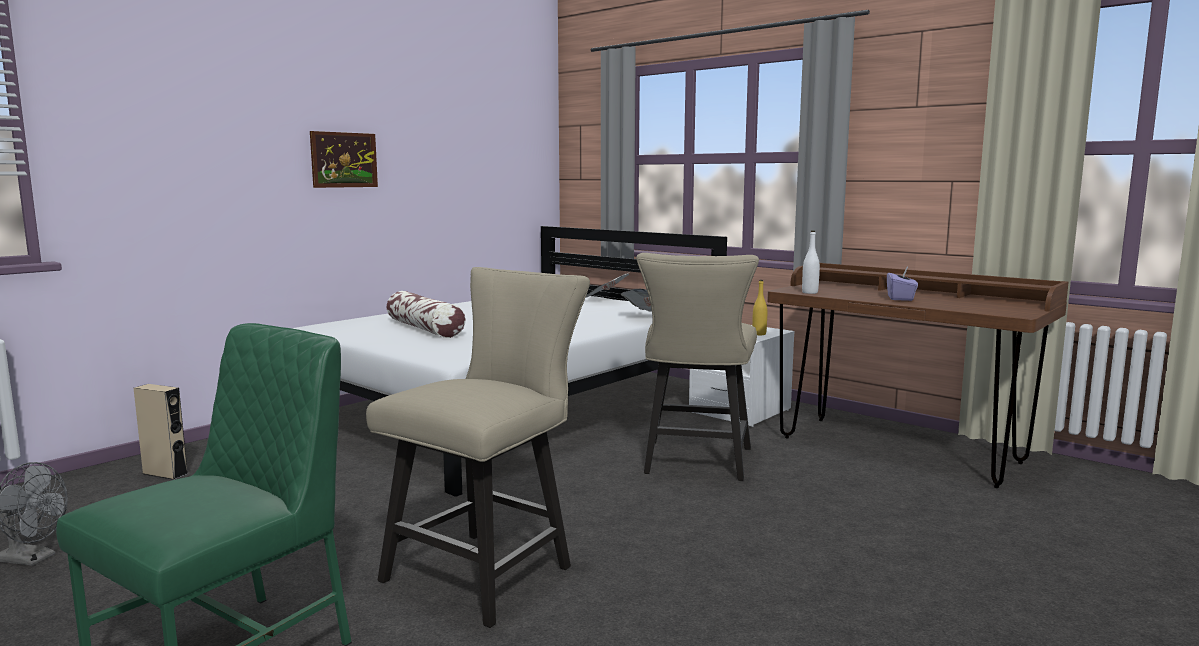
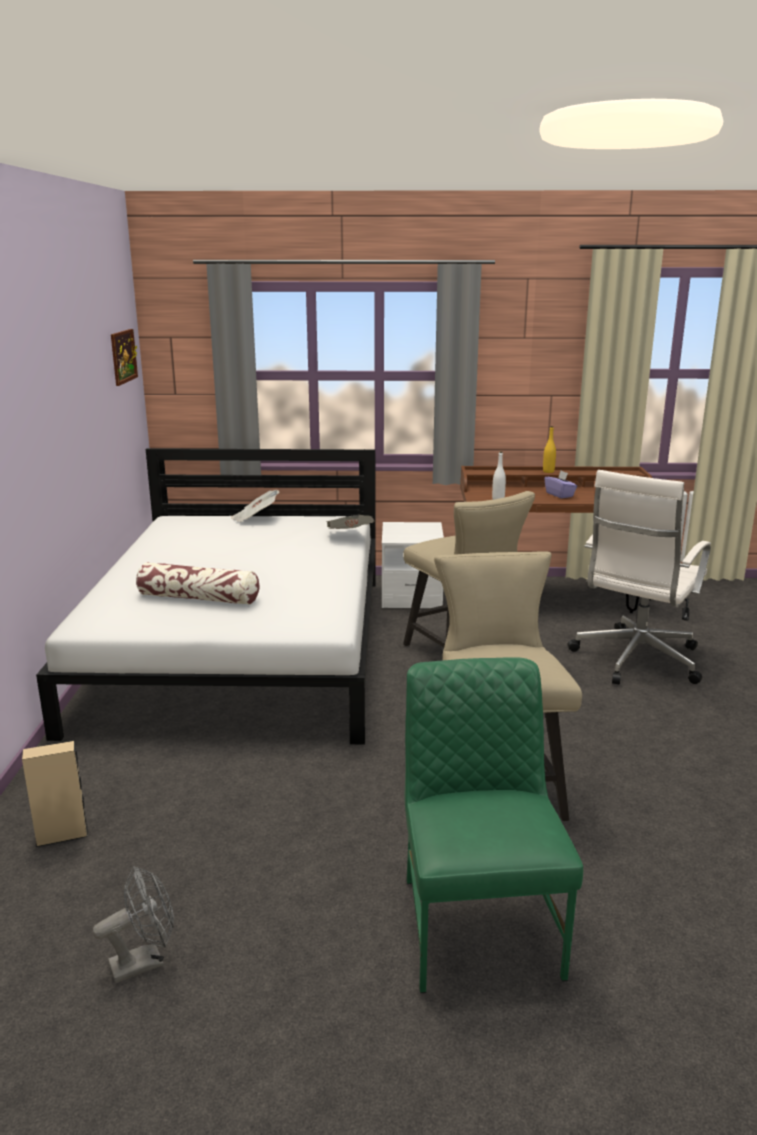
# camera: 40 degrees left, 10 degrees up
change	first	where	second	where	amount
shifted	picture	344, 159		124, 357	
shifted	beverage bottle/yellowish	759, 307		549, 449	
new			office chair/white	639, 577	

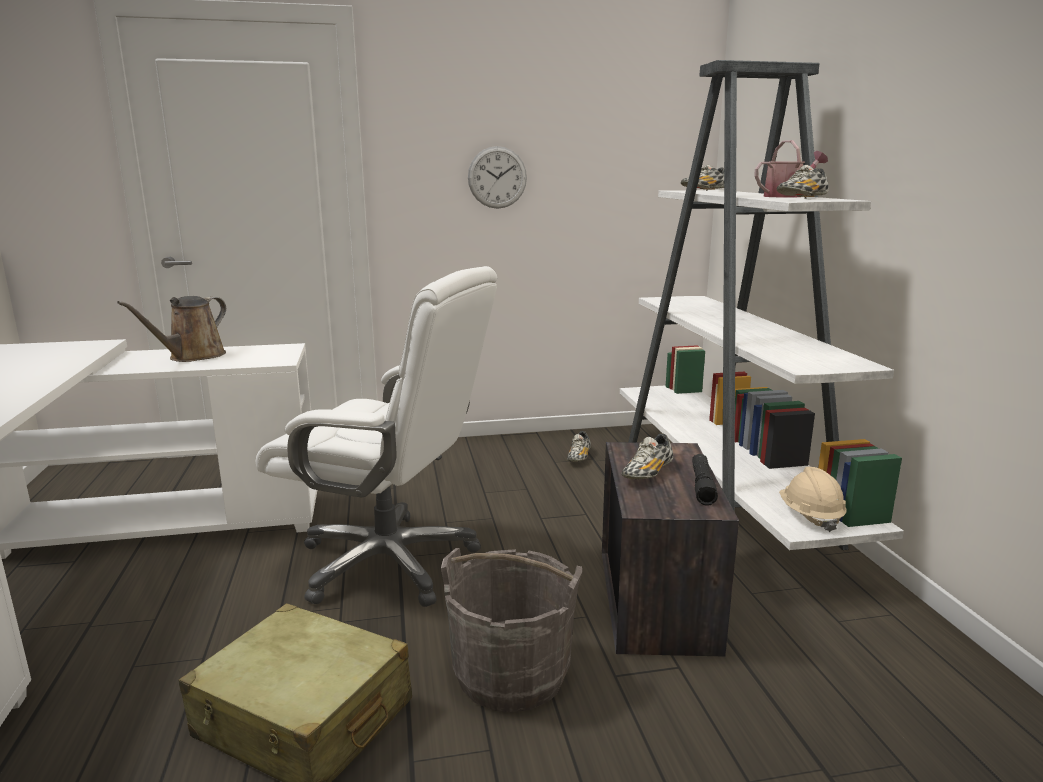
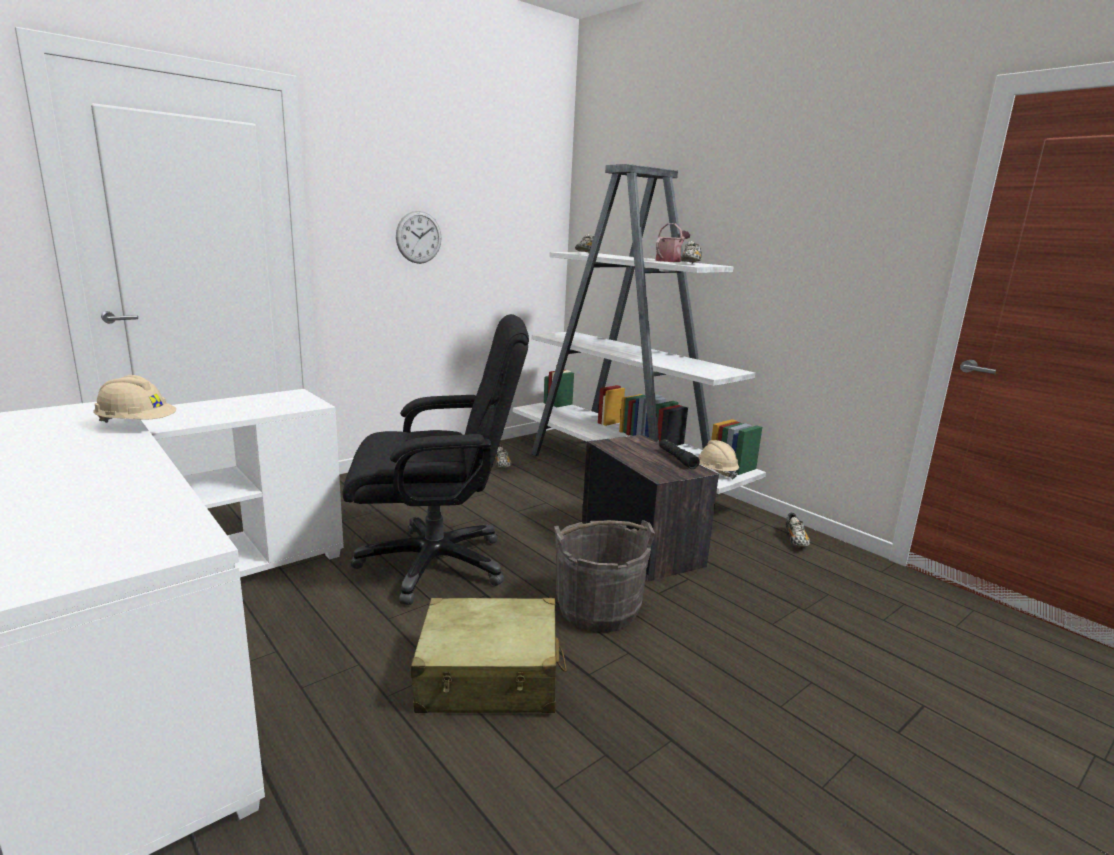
# camera: 30 degrees left, 0 degrees up
change	first	where	second	where	amount
new			hard hat/beige-coloured	135, 399	
repainted	office chair/white	376, 436	office chair/black	436, 459	
shifted	item of footwear	647, 456		797, 530	
gone	watering can/brown	171, 329			

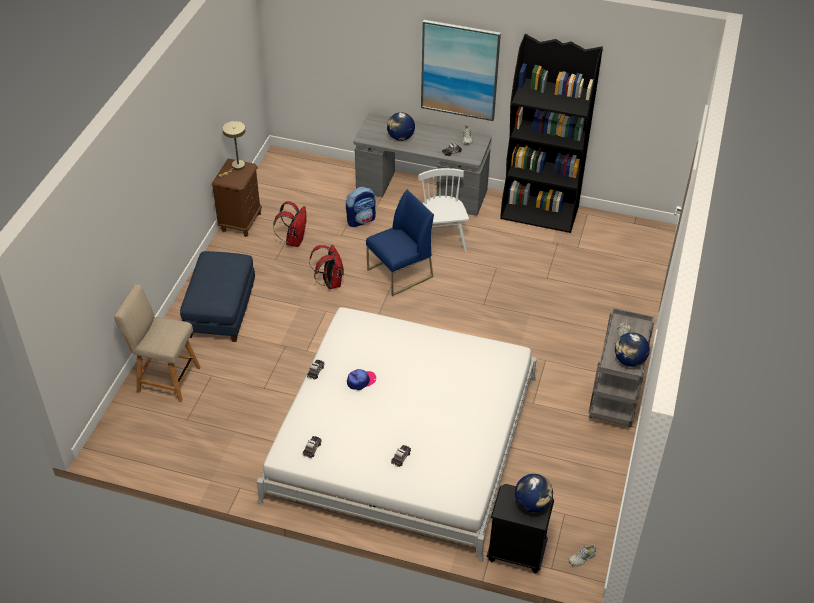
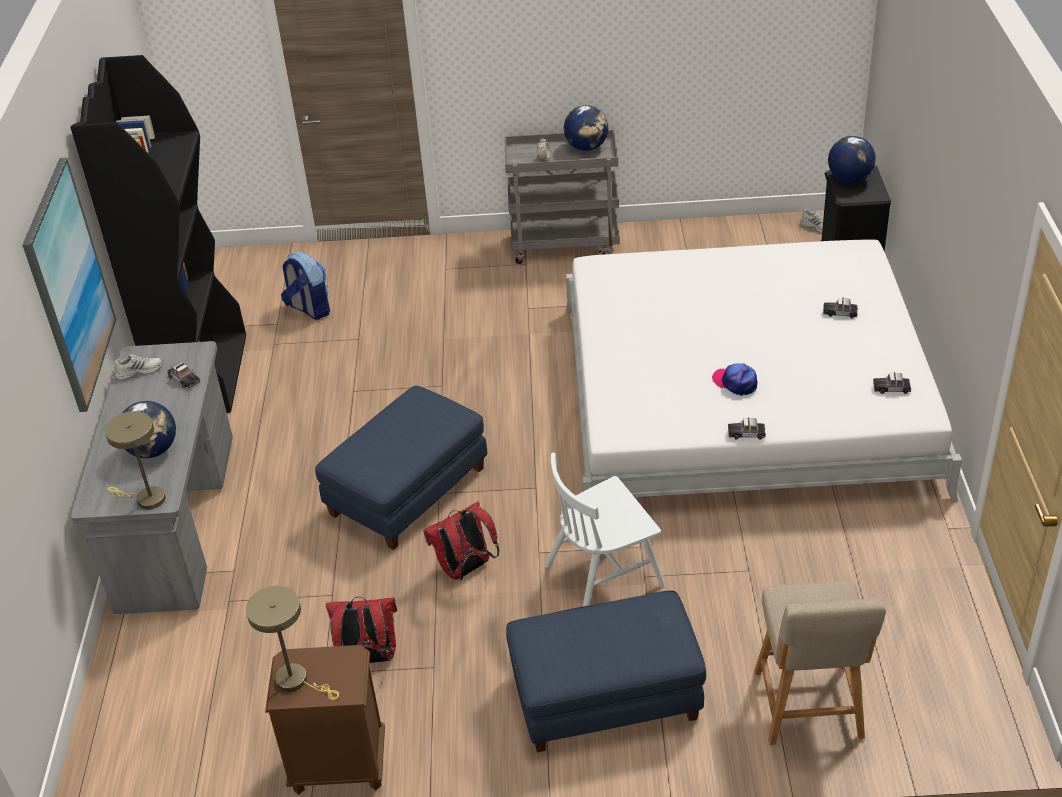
# camera: 105 degrees left, 5 degrees down
change	first	where	second	where	amount
new			table lamp/beige-coloured	135, 460	
shifted	knapsack	361, 206		305, 285	
swapped	plain chair/blue	400, 242	footrest/blue	401, 468	
shifted	plain chair/white	444, 210		605, 529	

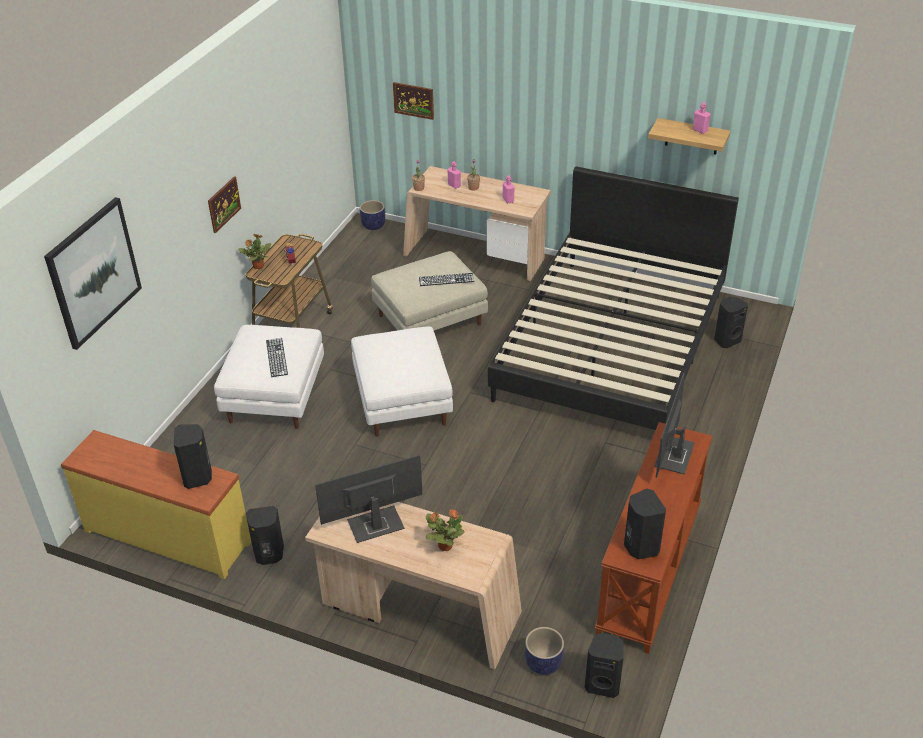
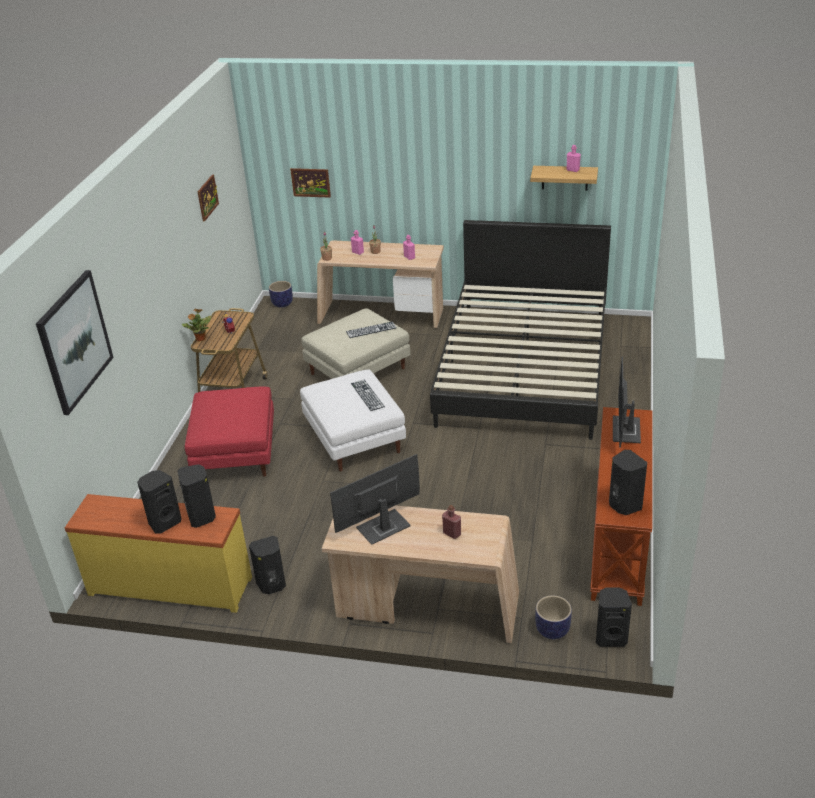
# camera: 10 degrees left, 5 degrees down
change	first	where	second	where	amount
shifted	speaker/black	731, 322		159, 502	
repainted	footrest/white	269, 377	footrest/reddish	229, 432	
shifted	picture	224, 204		208, 198	
shifted	PC keyboard	277, 357		368, 395	
swapped	plant in a pot	445, 530	beverage bottle/reddish	451, 522	

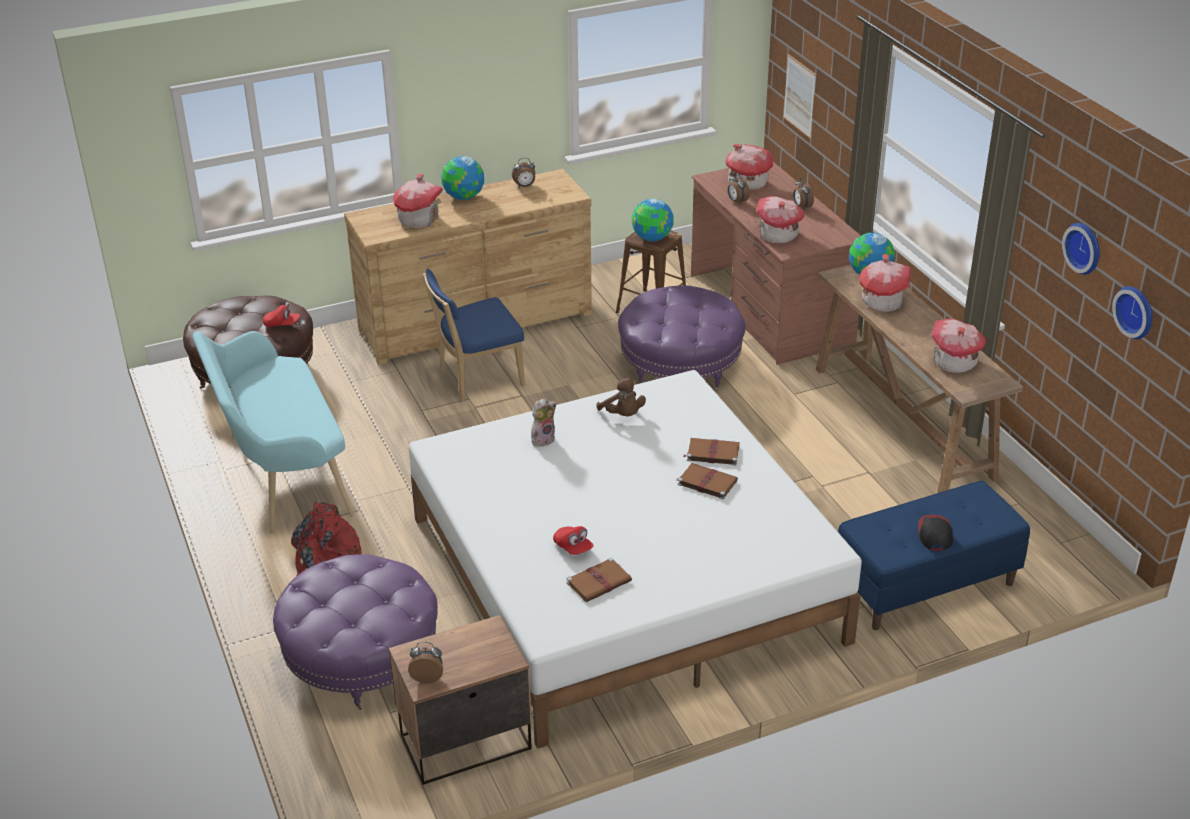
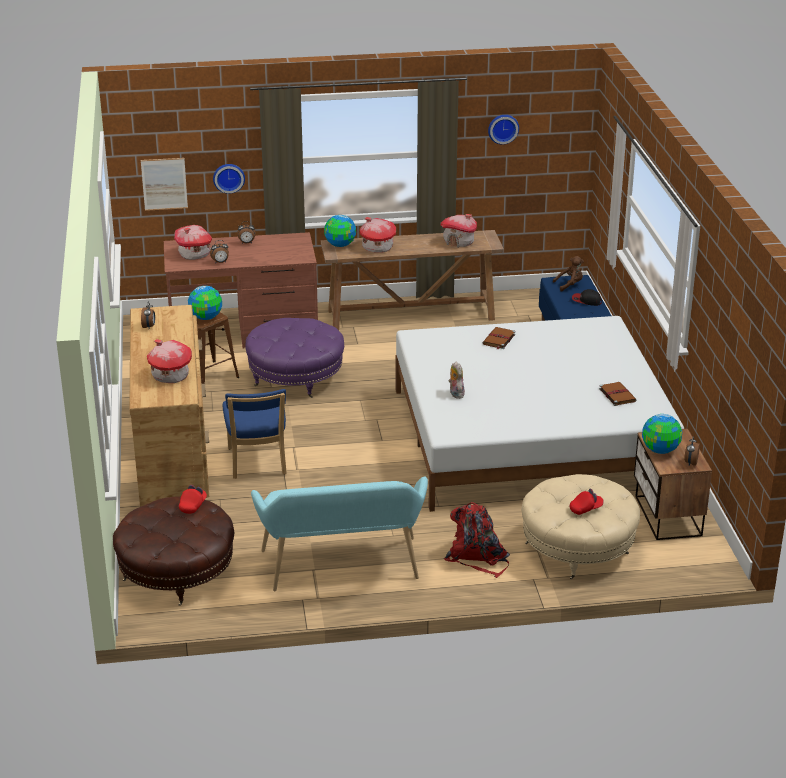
# camera: 75 degrees left, 5 degrees down
change	first	where	second	where	amount
shifted	clock on the wall	1132, 312		229, 179	
repainted	footrest/purple-coloured	355, 632	footrest/beige-coloured	580, 526	
shifted	plush toy/brown	621, 396		568, 274	
shifted	peaked cap/reddish	573, 540		587, 501	
shifted	world globe	462, 178		662, 434	
gone	book/brown	707, 481			
gone	toy house	780, 219			

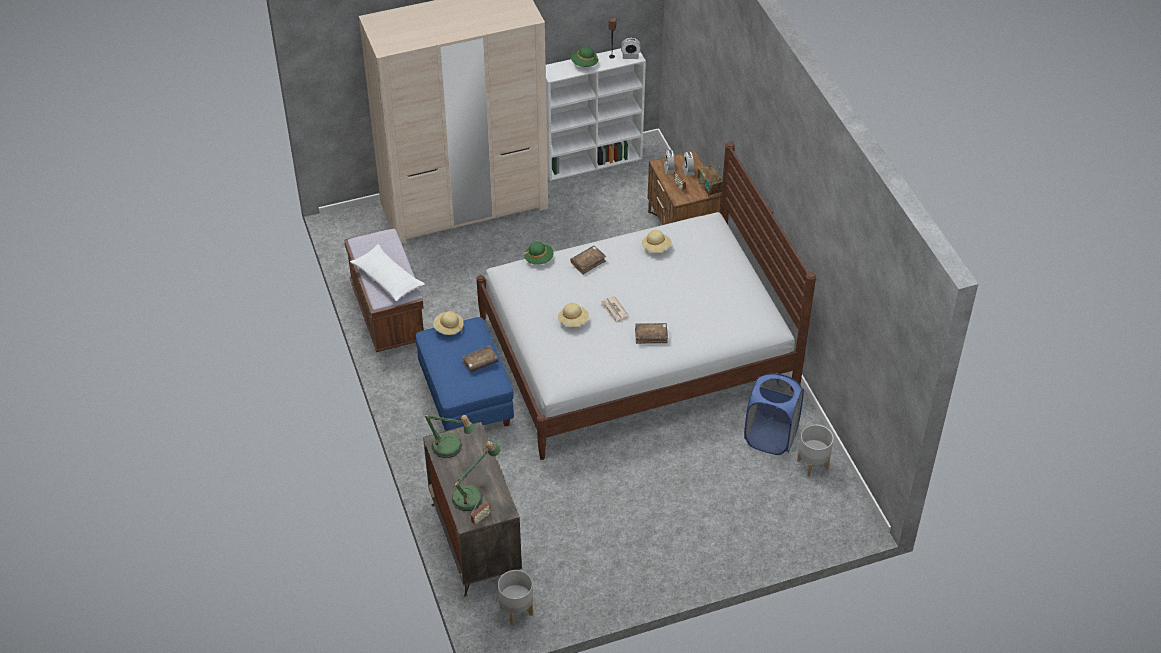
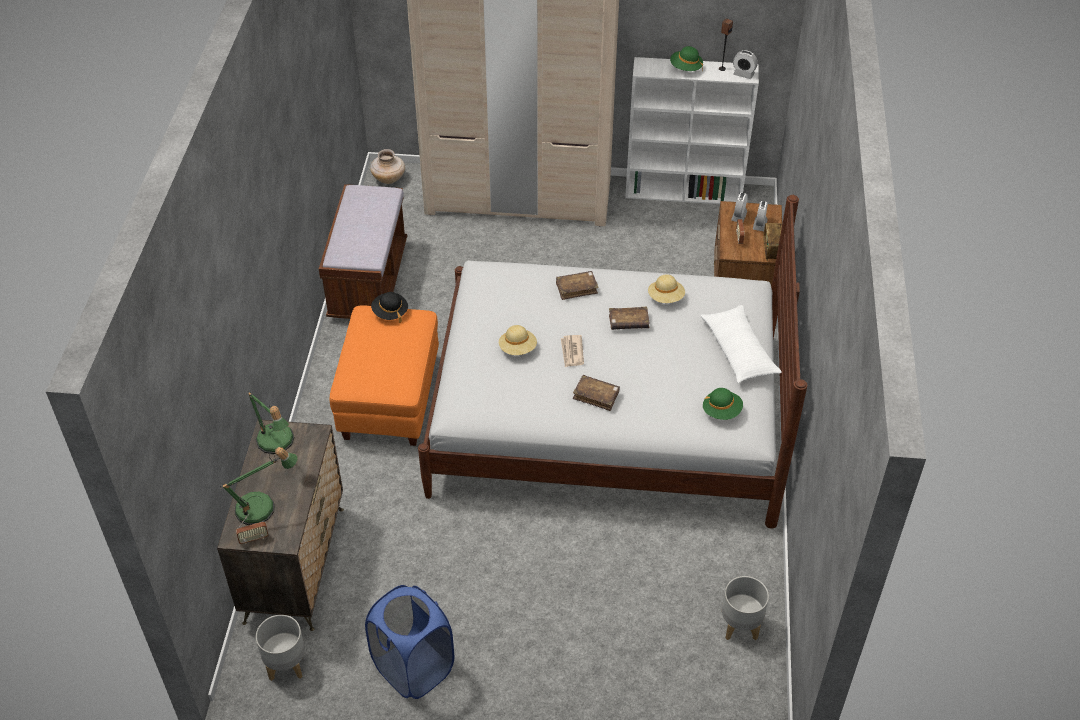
# camera: 25 degrees right, 0 degrees up
change	first	where	second	where	amount
repainted	footrest/blue	464, 374	footrest/orange	384, 375	
shifted	hamper/blue	774, 414		409, 642	
new			vase/beige-coloured	387, 166	
repainted	wearable hat/beige-coloured	448, 323	wearable hat/black	389, 307	
shifted	book/brown	480, 358		629, 318	
shifted	pillow/white	387, 273		740, 344	
shifted	wearable hat/green	539, 253		723, 404	

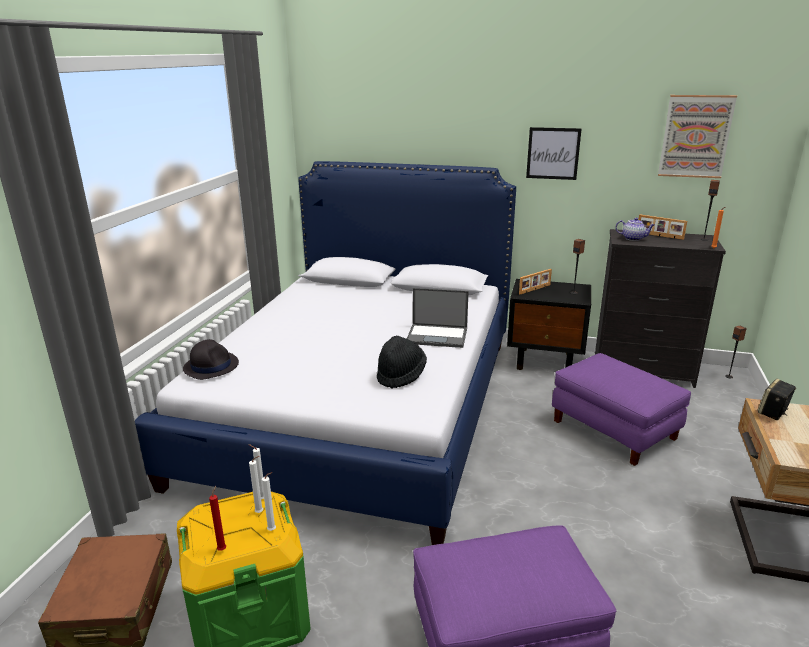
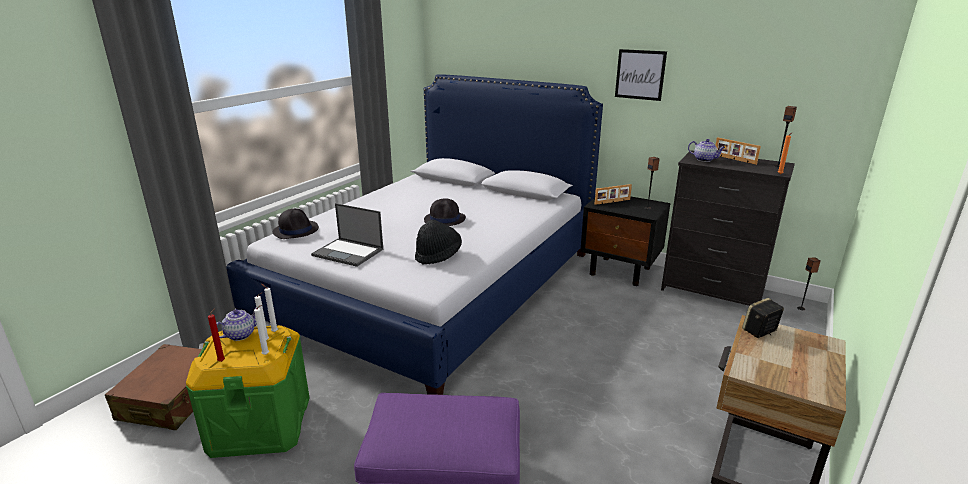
# camera: 15 degrees right, 0 degrees up
change	first	where	second	where	amount
new			teapot	236, 324	
shifted	notebook computer	438, 318		347, 235	
new			wearable hat/black	445, 212	
gone	footrest/purple-coloured	621, 409			
gone	picture	697, 136			

